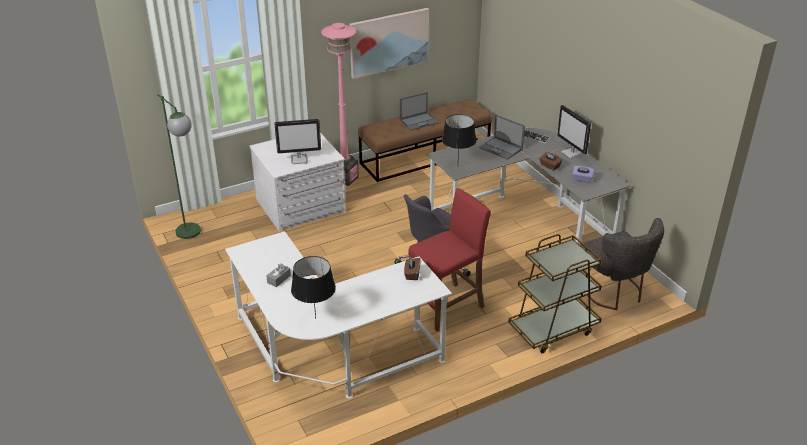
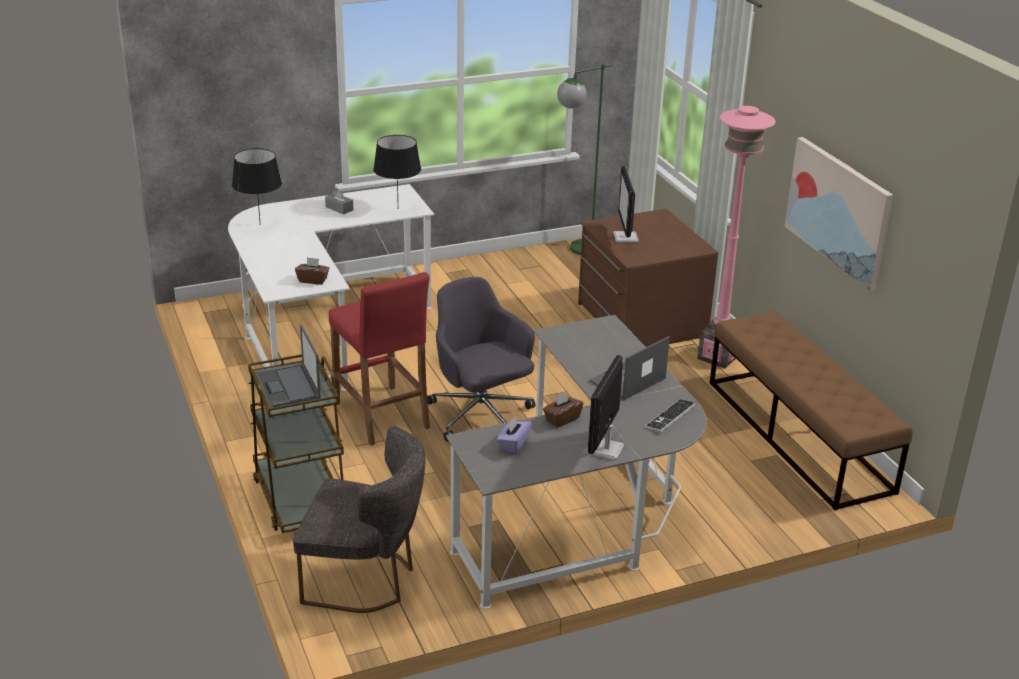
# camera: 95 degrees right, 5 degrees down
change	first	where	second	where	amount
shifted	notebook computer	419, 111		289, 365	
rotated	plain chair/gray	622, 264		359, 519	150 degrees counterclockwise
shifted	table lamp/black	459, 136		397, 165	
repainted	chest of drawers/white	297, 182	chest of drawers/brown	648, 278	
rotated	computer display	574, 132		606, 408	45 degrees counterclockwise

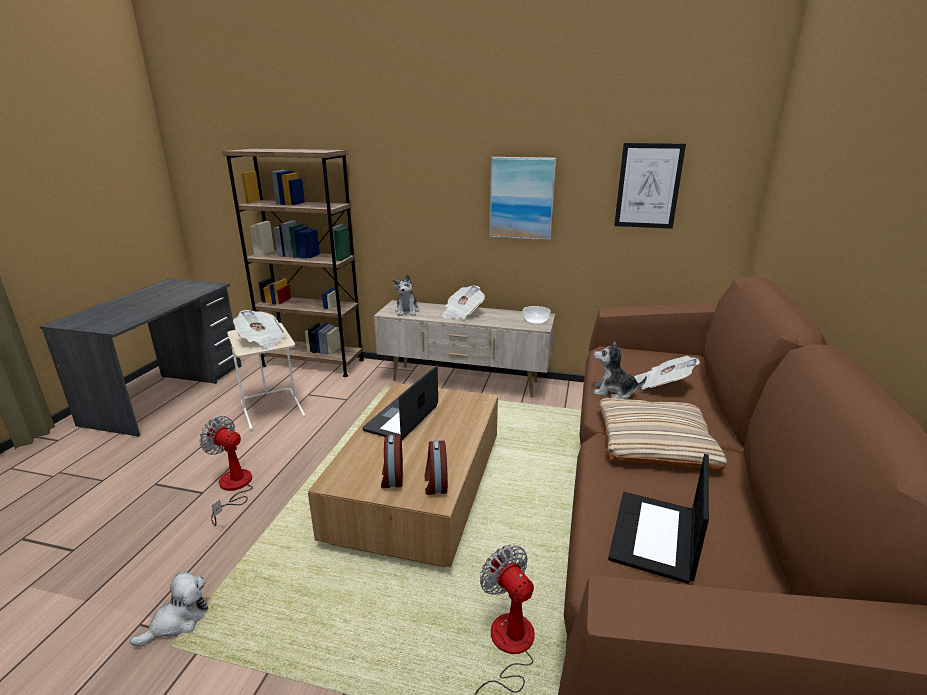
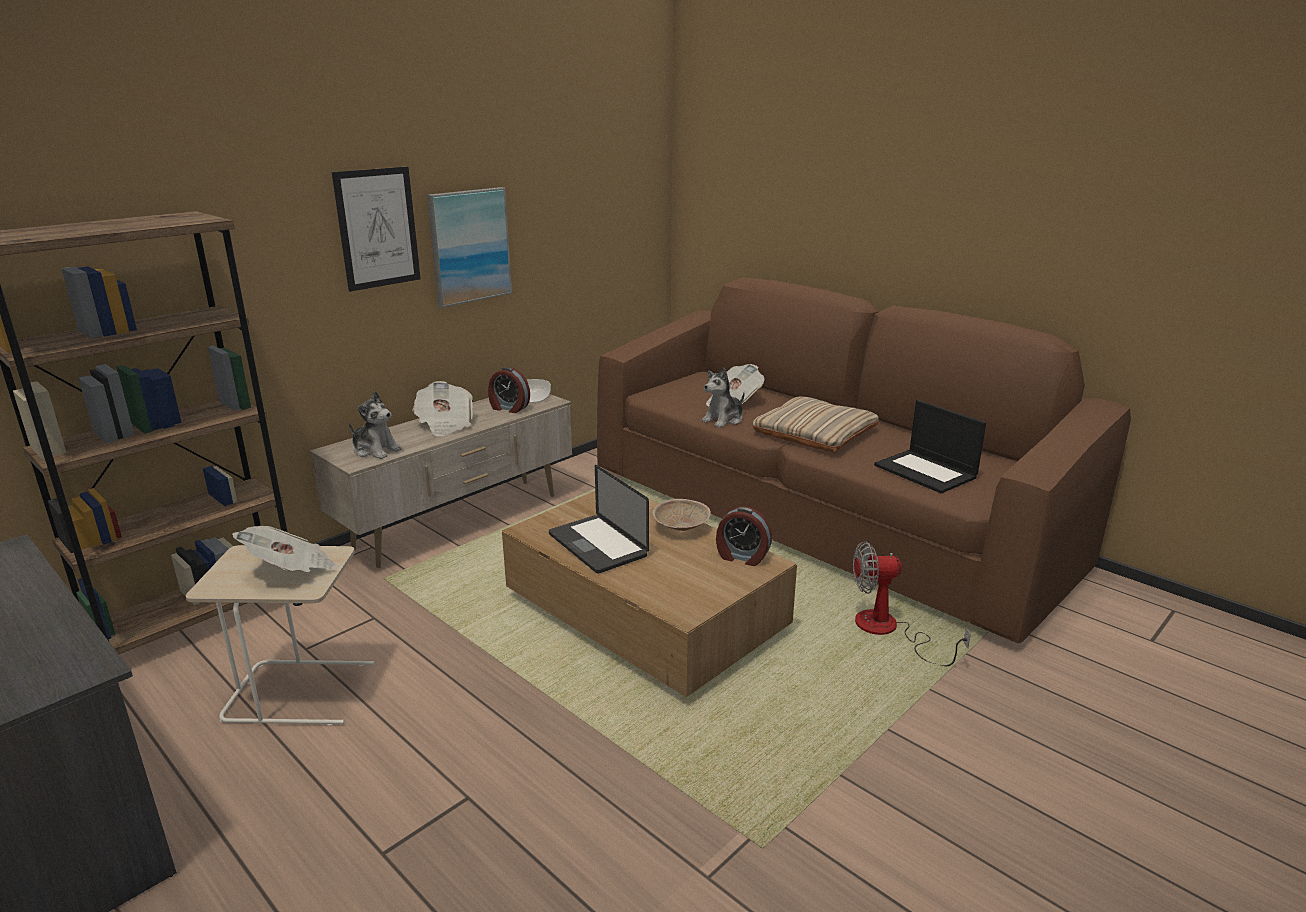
# camera: 60 degrees left, 0 degrees up
change	first	where	second	where	amount
shifted	picture	650, 186		376, 229	
shifted	table clock	392, 461		509, 390	
new			bowl/beige-coloured	681, 515	
gone	plush toy	169, 609			
gone	electric fan	226, 471			

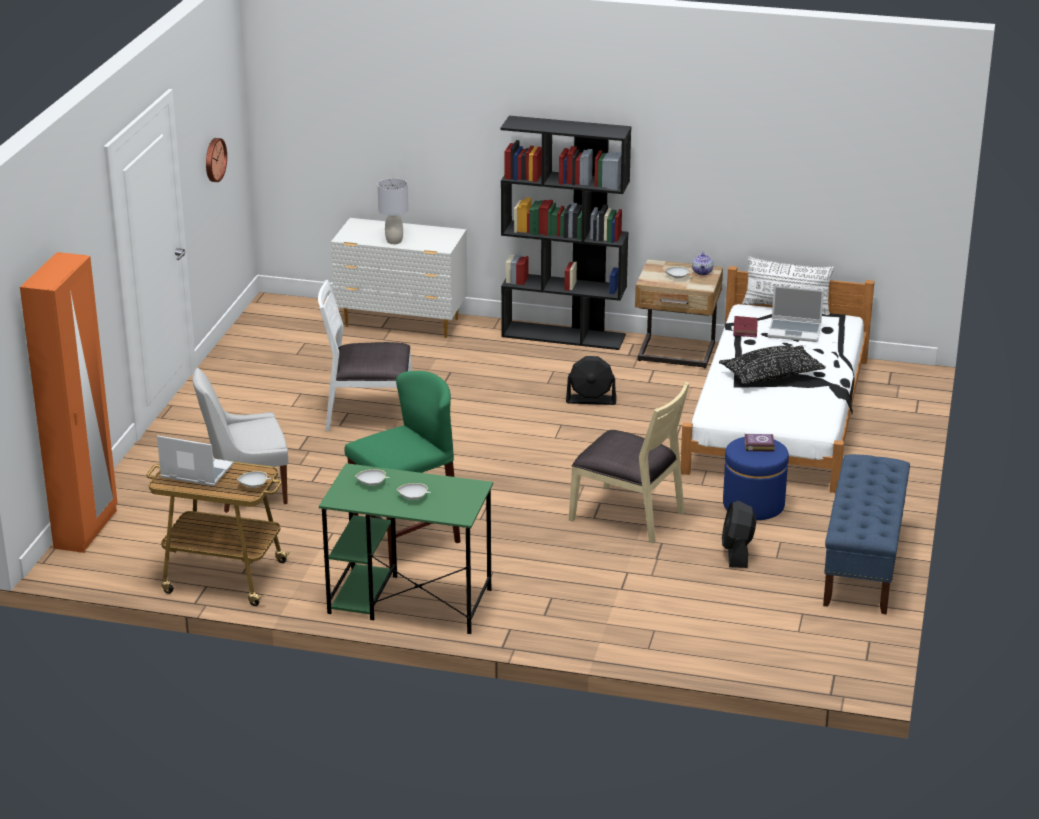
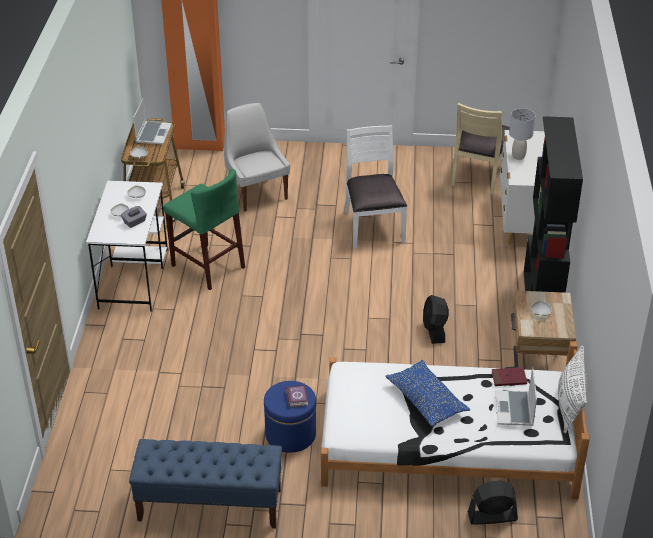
# camera: 80 degrees right, 10 degrees up
change	first	where	second	where	amount
repainted	desk unit/green	406, 548	desk unit/white	127, 246	
new			tissue box/gray	134, 217	
repainted	pillow/black	772, 364	pillow/blue	427, 393	
shifted	plain chair/beige-coloured	629, 463		480, 149	
shifted	electric fan/black	739, 534		493, 502	
gone	clock on the wall	216, 160			
gone	teapot	702, 263			

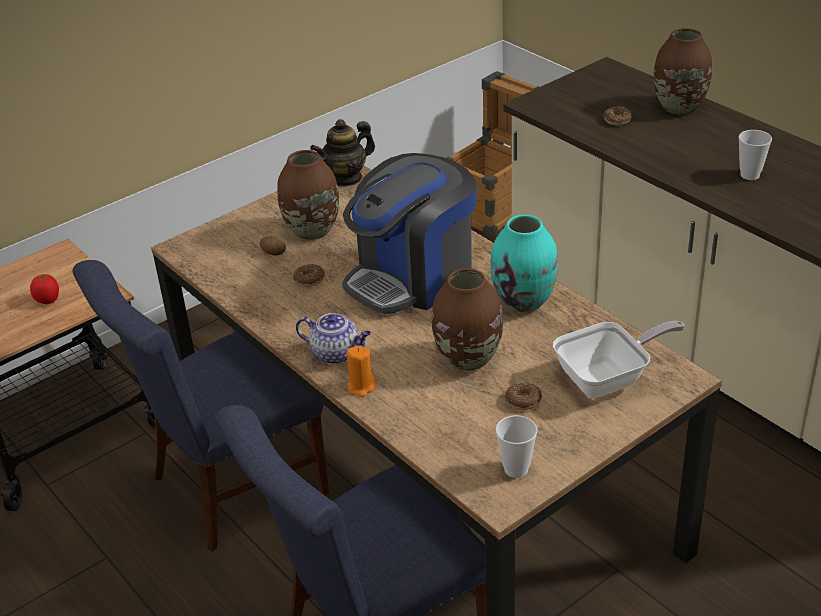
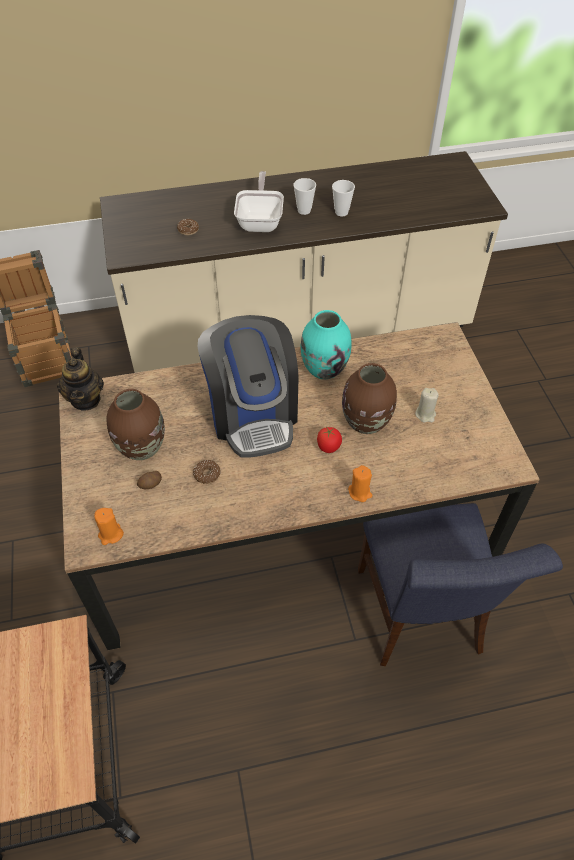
# camera: 65 degrees left, 15 degrees up
change	first	where	second	where	amount
new			wax candle/orange	109, 526	
shifted	frying pan	619, 359		259, 201	
shifted	whole tomato	44, 289		329, 440	
shifted	drinking cup	517, 446		343, 198	
swapped	ring doughnut	523, 396	wax candle/beige-coloured	426, 405	
gone	plain chair/blue	200, 406			
gone	teapot	333, 338			
gone	vase/brown	683, 71			

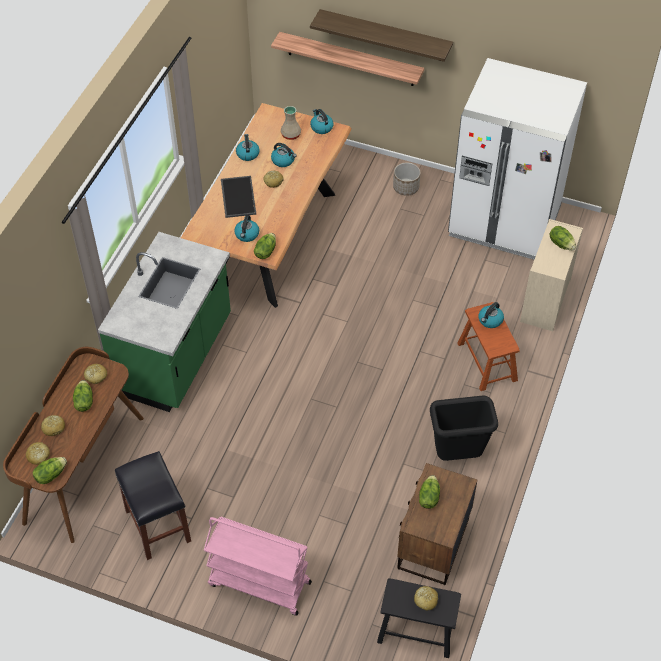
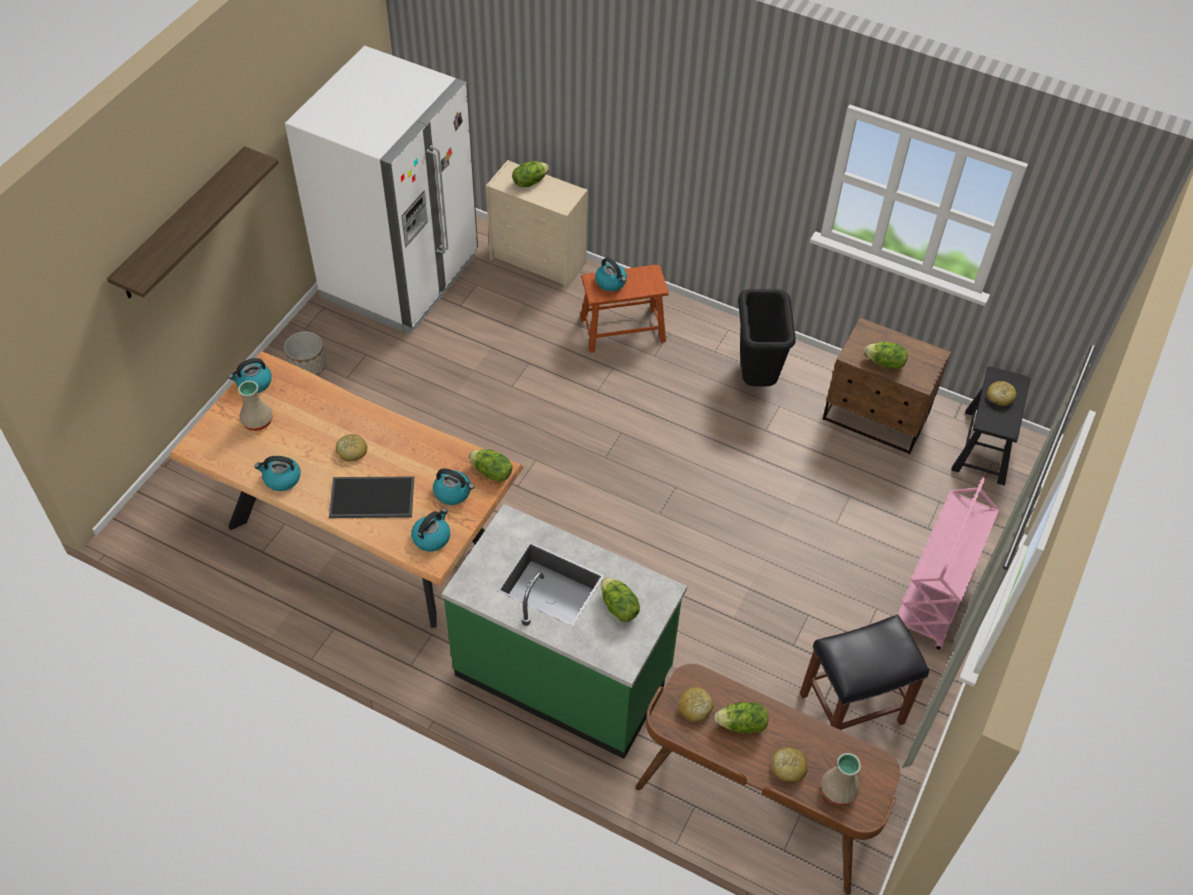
# camera: 85 degrees left, 0 degrees up
change	first	where	second	where	amount
shifted	tea kettle	283, 155		430, 530	
shifted	lettuce head	50, 470		620, 600	
swapped	baked bread	38, 453	vase/beige-coloured	841, 779	
gone	bracket shelf	347, 59			

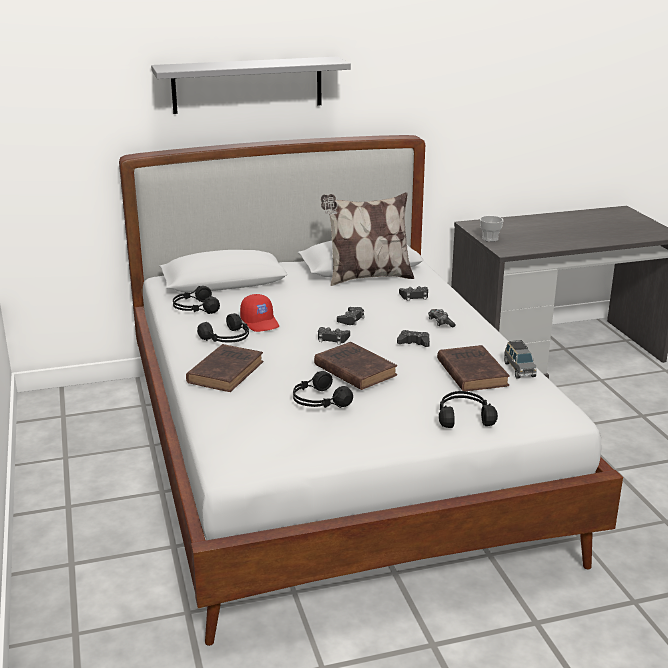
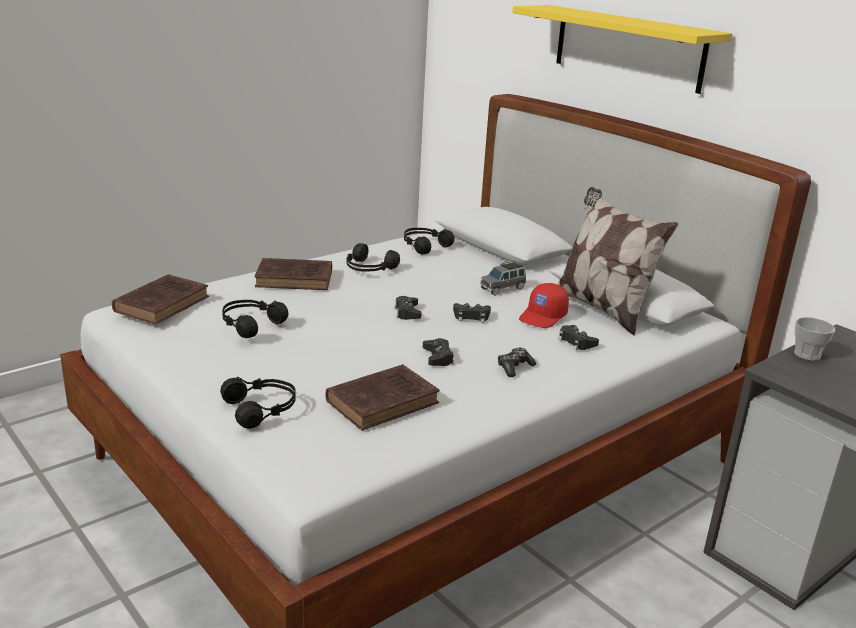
# camera: 65 degrees right, 0 degrees up
change	first	where	second	where	amount
shifted	book/brown	355, 366		160, 299	
shifted	model car/gray	520, 359		503, 278	
repainted	bracket shelf/gray	251, 85	bracket shelf/yellowish	622, 49	
shifted	peaked cap/reddish	259, 313		544, 305	

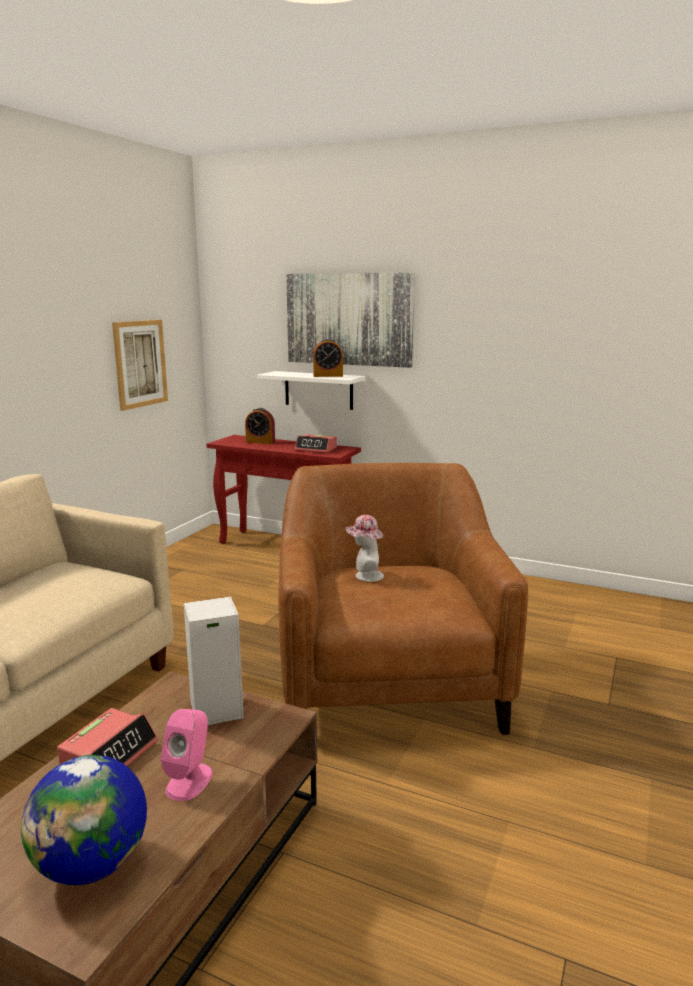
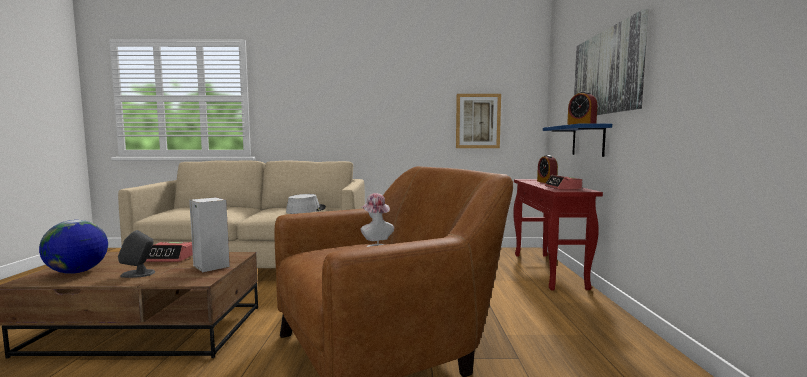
# camera: 65 degrees right, 10 degrees down
change	first	where	second	where	amount
repainted	speaker/pinkish	187, 755	speaker/gray	136, 254	
new			wearable hat/gray	306, 204	
repainted	bracket shelf/white	311, 390	bracket shelf/blue	577, 140	

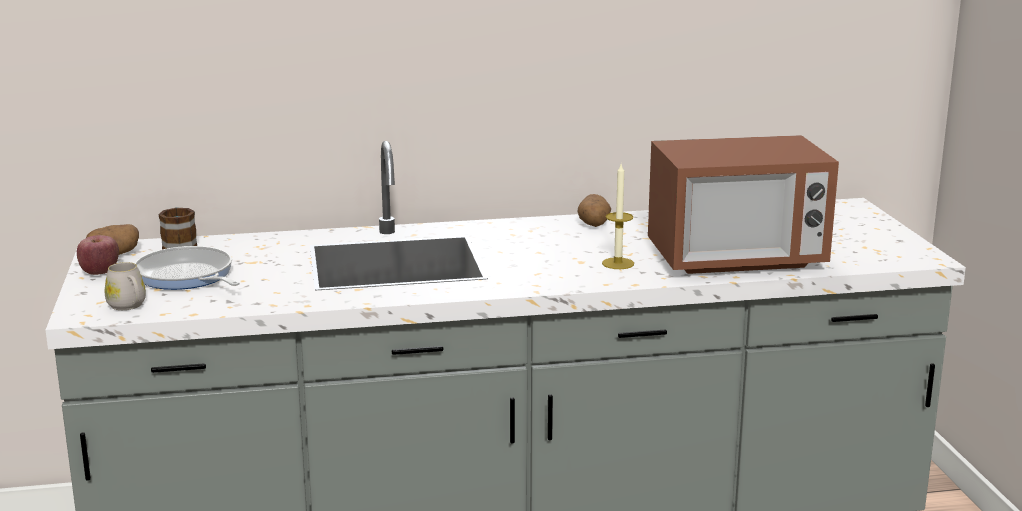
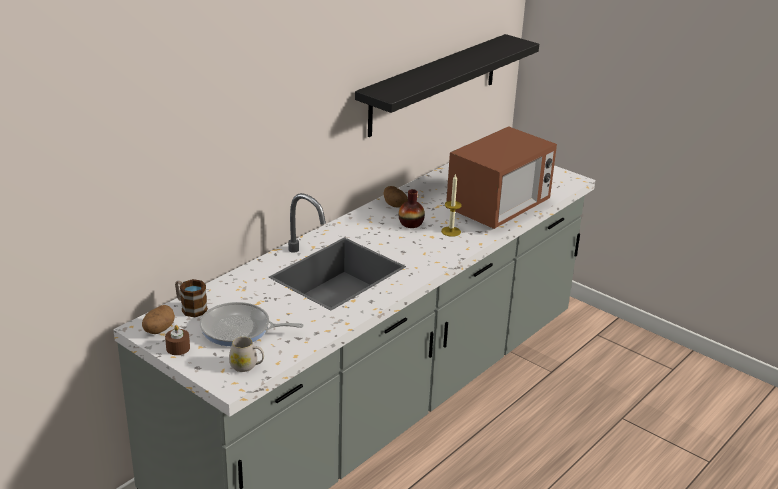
# camera: 40 degrees left, 10 degrees up
change	first	where	second	where	amount
swapped	apple	98, 255	wax candle/brown	177, 340	
new			bracket shelf/black	447, 85	
new			vase	411, 208	

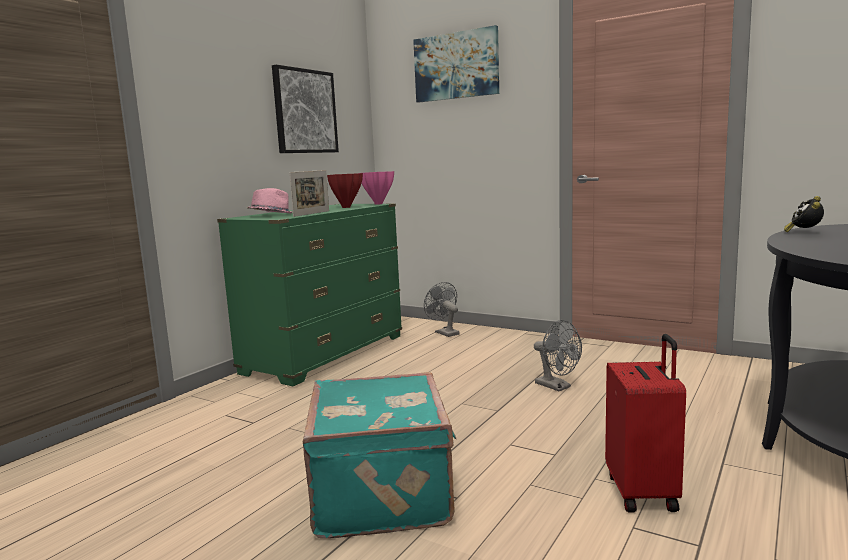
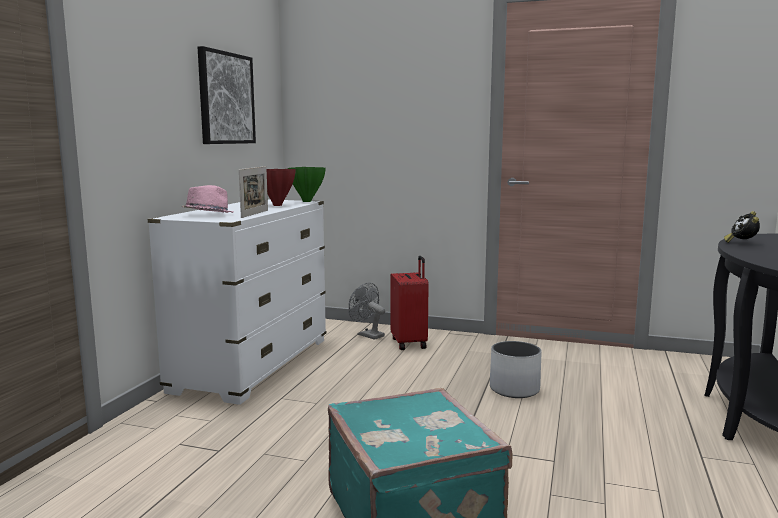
# camera: 15 degrees left, 0 degrees up
change	first	where	second	where	amount
repainted	chest of drawers/green	309, 294	chest of drawers/white	237, 302	
repainted	vase/pinkish	378, 188	vase/green	307, 184	
shifted	travel case/reddish	645, 423		409, 303	
swapped	electric fan/gray	558, 355	flower pot/white	516, 369	
gone	picture	456, 63			

